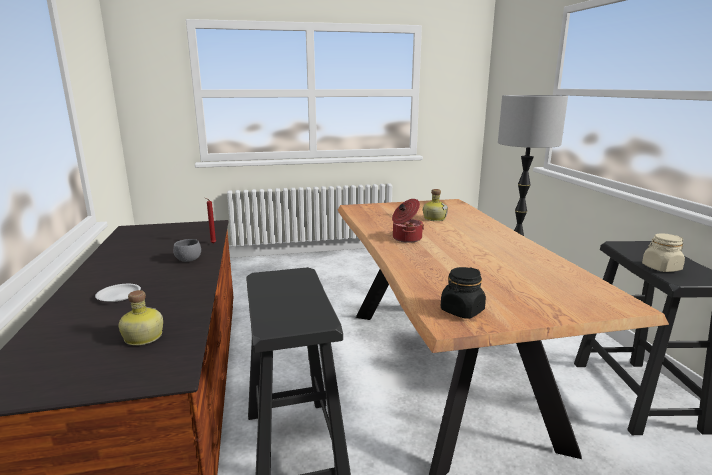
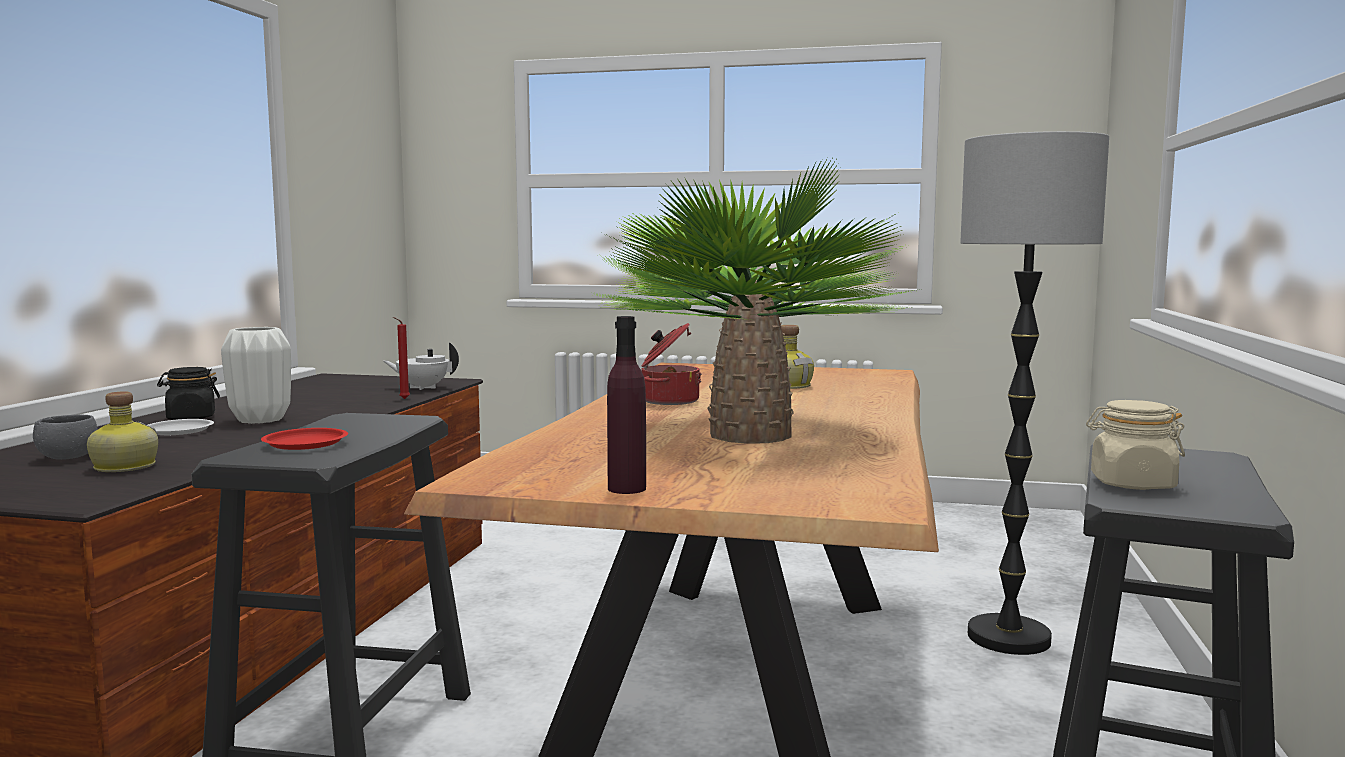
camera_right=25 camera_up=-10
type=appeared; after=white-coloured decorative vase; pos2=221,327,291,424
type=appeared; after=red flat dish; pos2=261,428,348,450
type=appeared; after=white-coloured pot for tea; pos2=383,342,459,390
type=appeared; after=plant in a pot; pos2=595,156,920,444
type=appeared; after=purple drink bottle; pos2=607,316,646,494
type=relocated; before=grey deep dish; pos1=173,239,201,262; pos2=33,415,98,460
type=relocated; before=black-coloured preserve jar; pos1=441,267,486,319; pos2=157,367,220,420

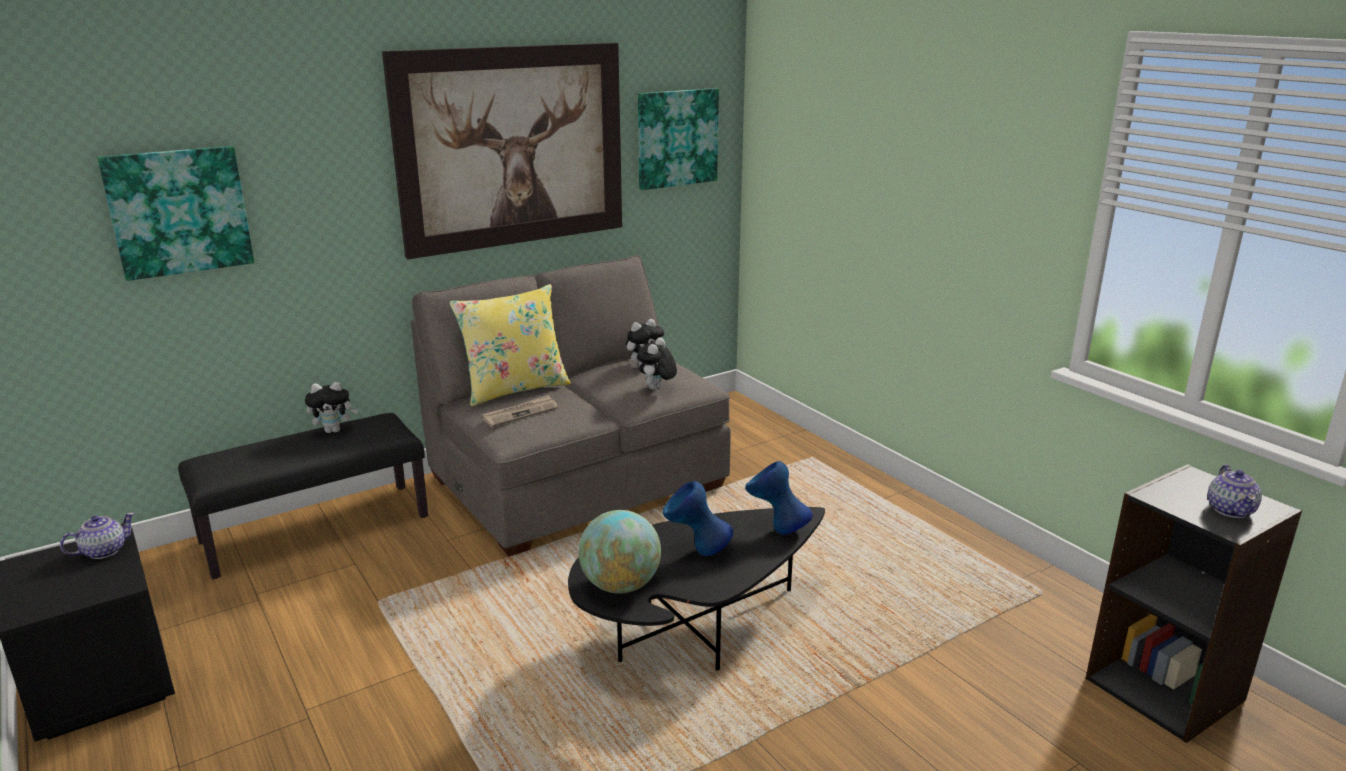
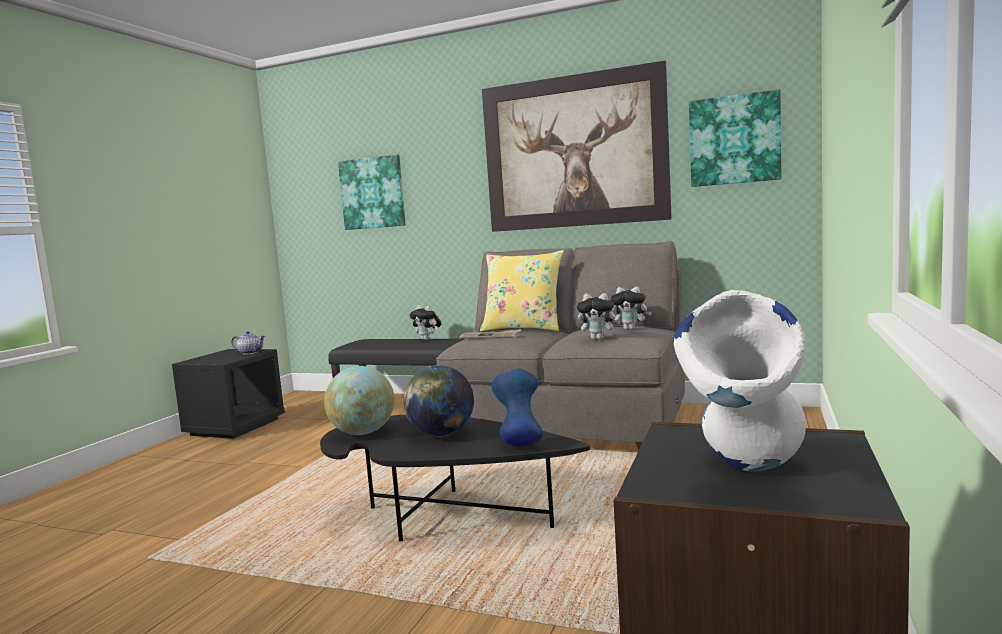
camera_right=55 camera_up=-15
type=exchanged; before=blue-coloured decorative vase; after=world globe; pos1=663,481,733,556; pos2=404,365,474,437
type=exchanged; before=pot for tea; after=white-coloured decorative vase; pos1=1208,465,1262,518; pos2=674,290,806,471
type=spun; before=cuddly toy; pos1=637,337,677,390; pos2=577,293,621,340; turn=-150

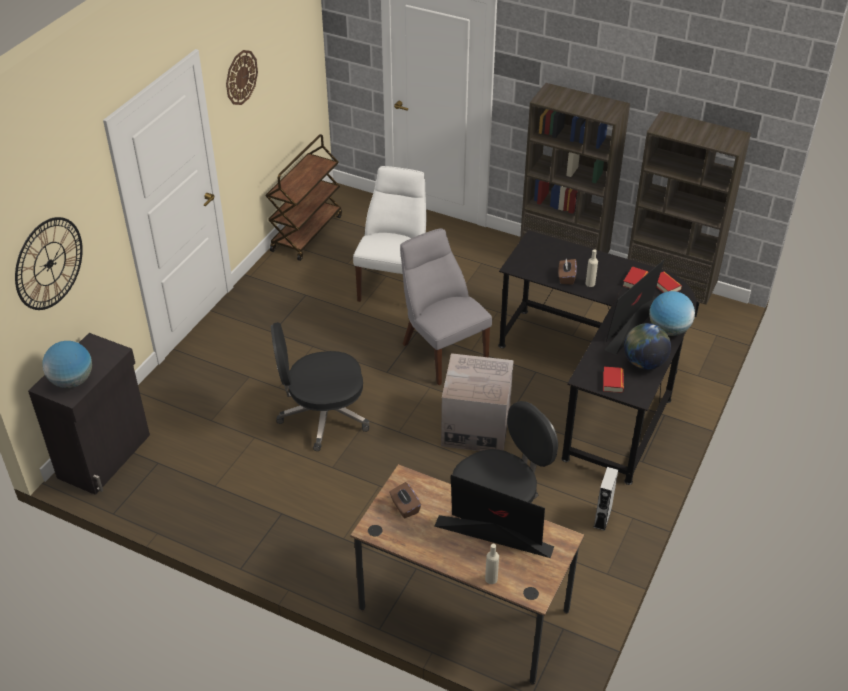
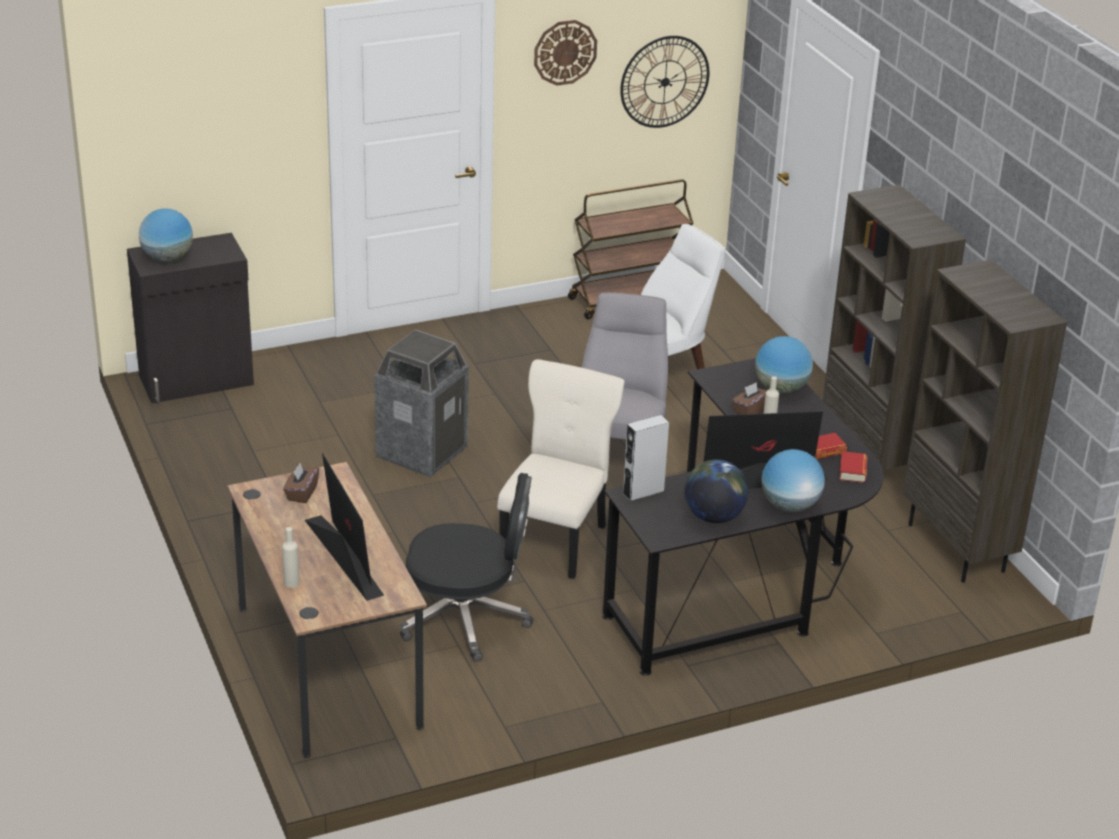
camera_right=40 camera_up=-10
type=missing; before=volume; pos1=603,367,624,393
type=appeared; after=world globe; pos2=755,336,813,394
type=relocated; before=hanging clock; pos1=15,217,83,310; pos2=620,36,709,128
type=relocated; before=grey speaker; pos1=594,467,618,531; pos2=622,415,669,502
type=exchanged; before=black-coloured computer chair; after=rubbish bin; pos1=271,322,369,451; pos2=374,329,469,478
type=exchanged; before=carton; after=beige-coloured chair; pos1=441,353,514,451; pos2=497,359,625,579

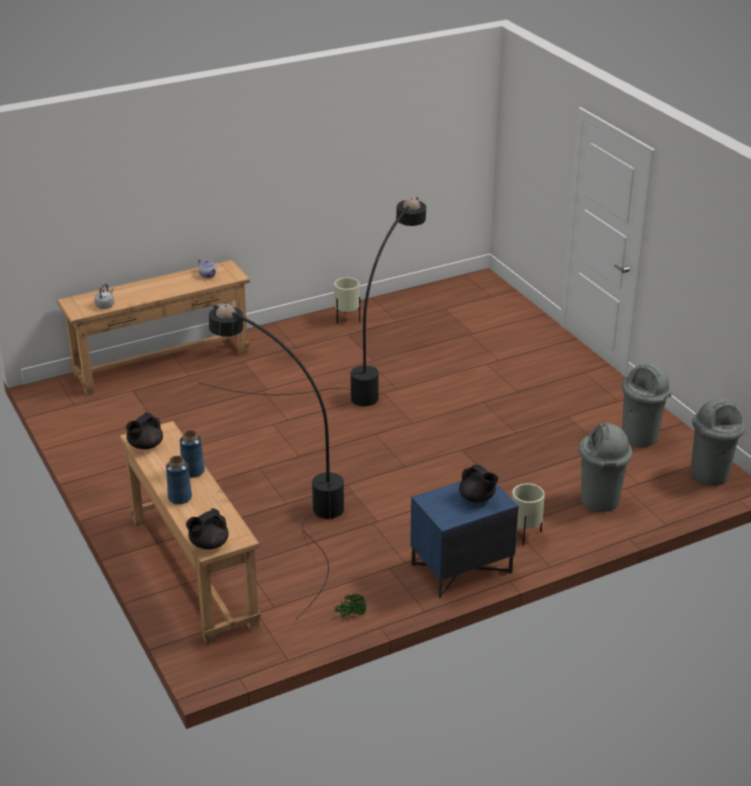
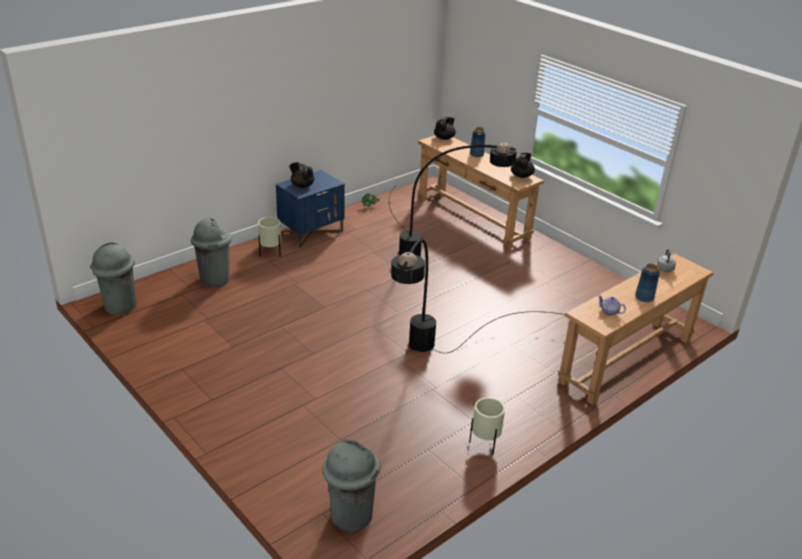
camera_right=165 camera_up=0
type=relocated; before=blue-coloured decorative vase; pos1=180,430,205,478; pos2=635,264,660,302
type=relocated; before=grey rubbish bin; pos1=622,363,672,447; pos2=323,440,380,531

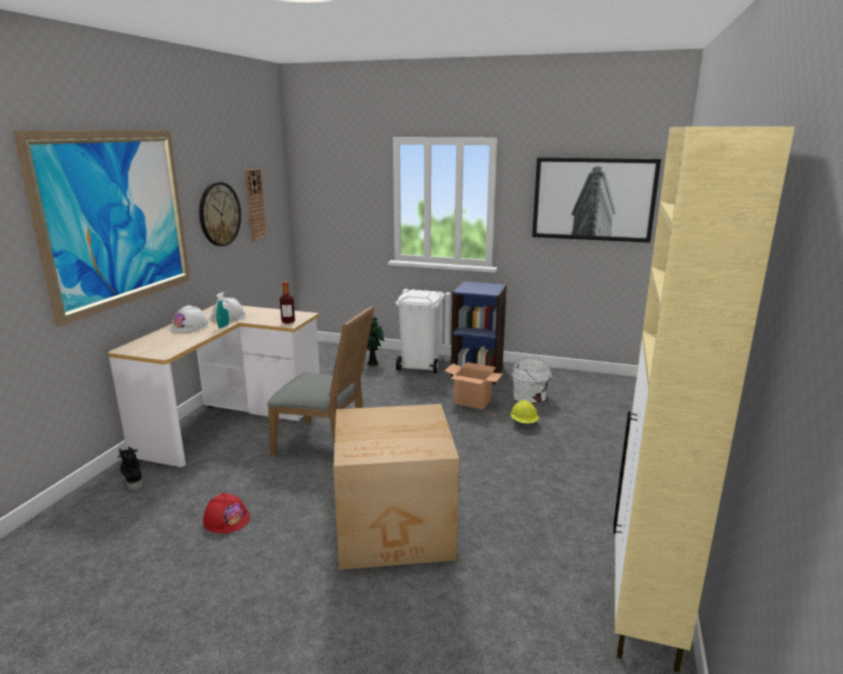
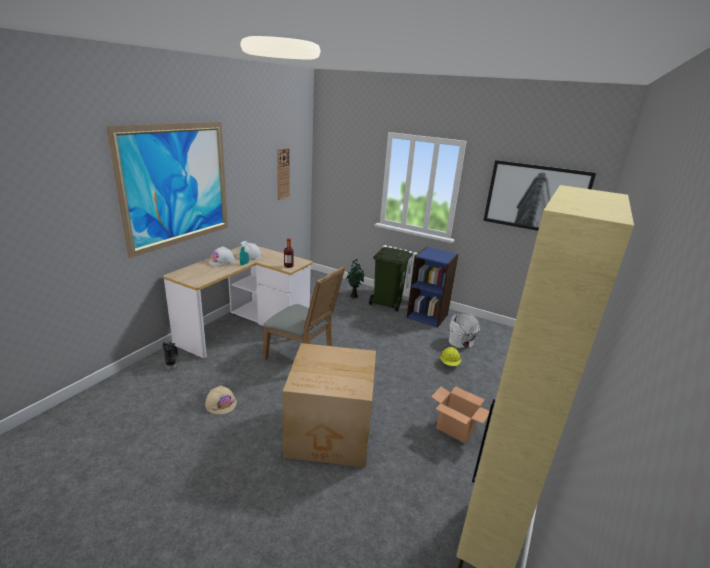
camera_right=10 camera_up=5
type=missing; before=hanging clock; pos1=199,182,241,246
type=relocated; before=carton; pos1=445,362,503,410; pos2=431,386,489,443
type=colour; before=red safety helmet; after=beige-coloured safety helmet; pos1=203,492,250,533; pos2=205,385,237,414
type=colour; before=white-coloured rubbish bin; after=greenish rubbish bin; pos1=396,290,445,373; pos2=369,247,413,311

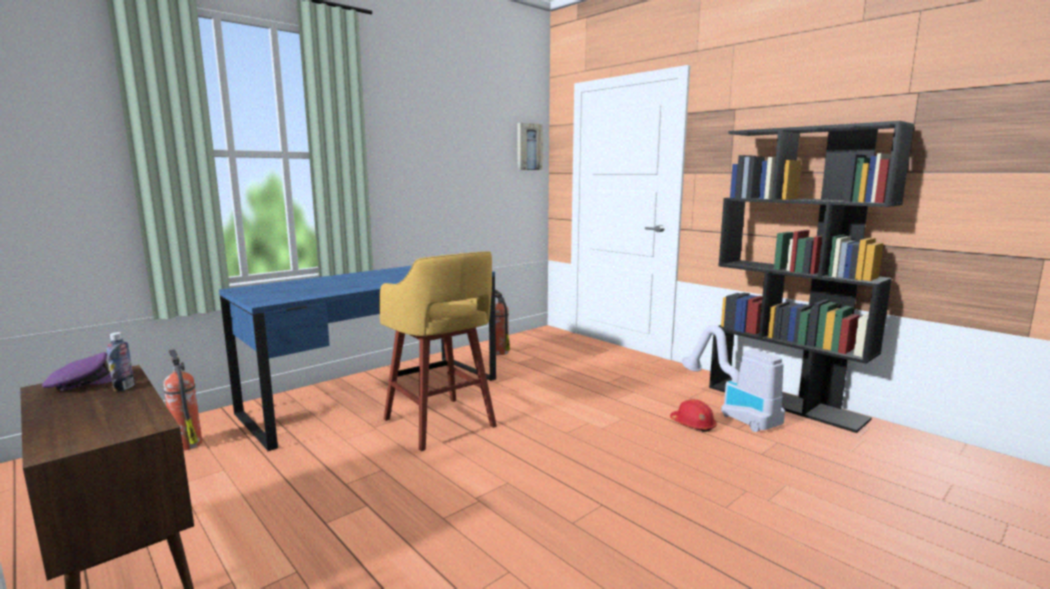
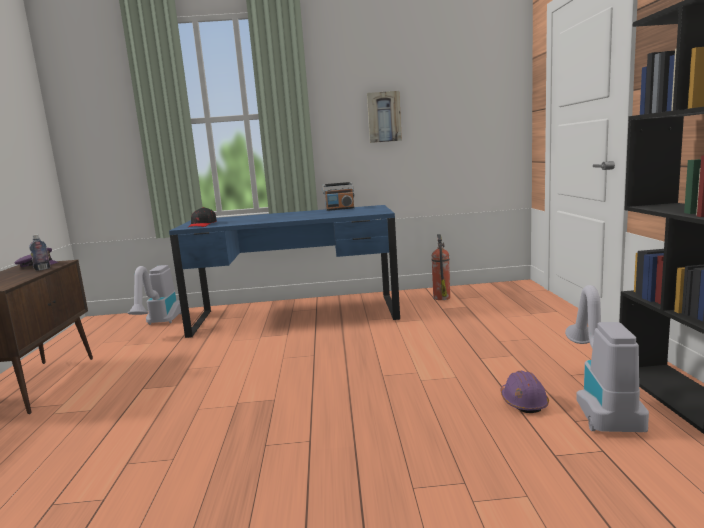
camera_right=40 camera_up=0
type=missing; before=yellow-coloured sitting stool; pos1=379,251,497,451
type=appeared; after=black-coloured cap; pos2=187,207,217,228
type=appeared; after=radio set; pos2=322,182,354,211
type=relocated; before=picture; pos1=518,123,543,170; pos2=367,91,402,143
type=exchanged; before=fire-fighting cylinder; after=vacuum cleaner; pos1=163,349,202,450; pos2=128,265,182,325
type=colour; before=red safety helmet; after=purple safety helmet; pos1=670,399,717,432; pos2=500,371,549,413

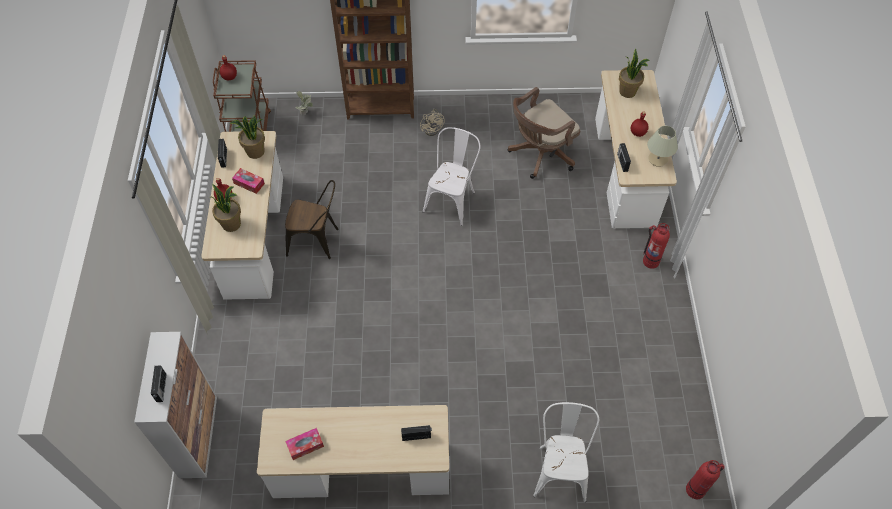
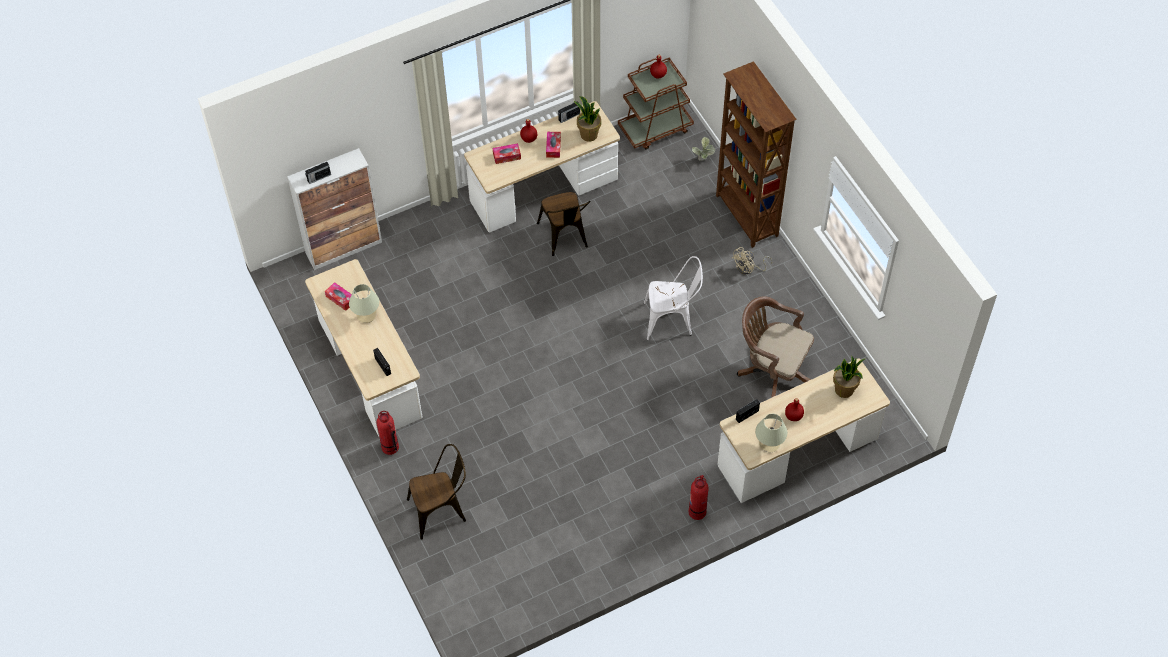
camera_right=65 camera_up=0
type=appeared; after=beige-coloured lamp for a table; pos2=349,284,380,323
type=relocated; before=fire-fighting cylinder; pos1=686,460,725,499; pos2=376,411,399,455
type=exchanged; before=plant in a pot; after=box of tissues; pos1=209,183,241,232; pos2=493,143,521,164
type=colour; before=white-coloured chair; after=brown-coloured chair; pos1=533,402,599,502; pos2=407,444,466,540

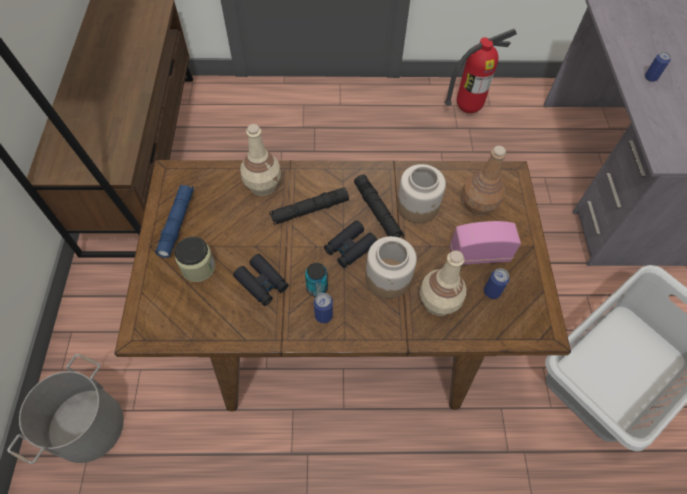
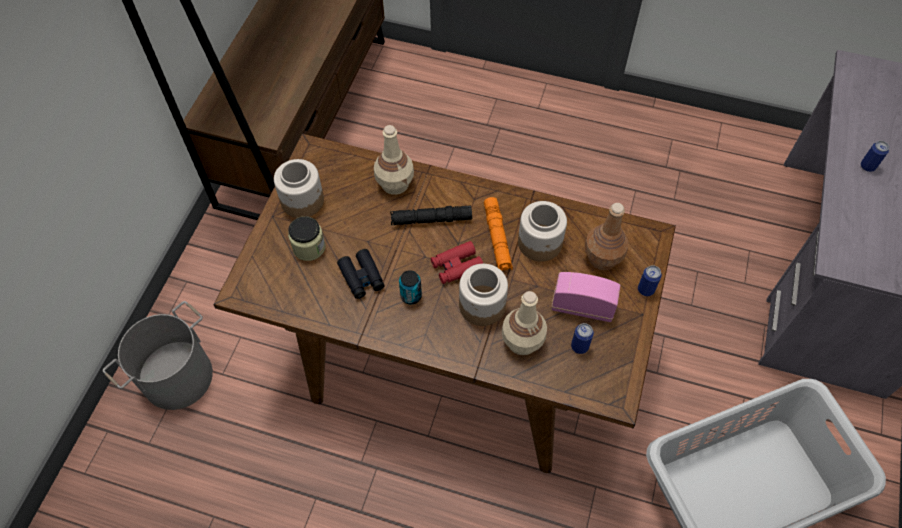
camera_right=20 camera_up=0
type=missing; before=fire-fighting cylinder; pos1=445,29,517,113
type=relocated; before=metal can; pos1=314,293,333,323; pos2=638,265,662,296
type=exchanged; before=blue-coloured hand torch; after=preserve jar; pos1=156,184,194,258; pos2=274,159,324,218
type=colour; before=black-coloured pair of binoculars; after=red pair of binoculars; pos1=324,220,377,268; pos2=431,241,483,284
type=colour; before=black-coloured hand torch; after=orange hand torch; pos1=354,174,404,238; pos2=484,197,513,271

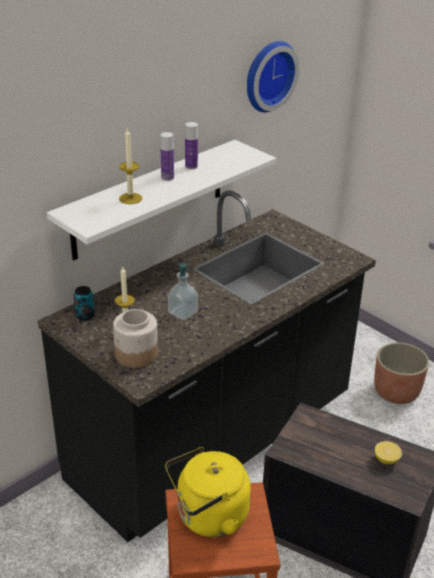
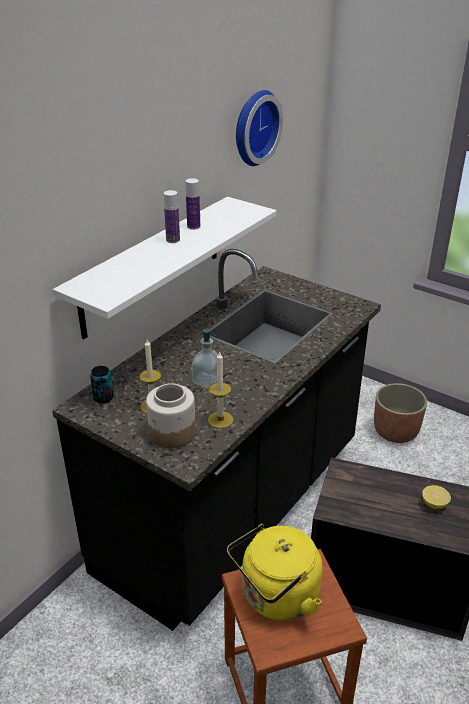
camera_right=-10 camera_up=0
type=relocated; before=candle; pos1=119,128,142,204; pos2=208,351,233,429

